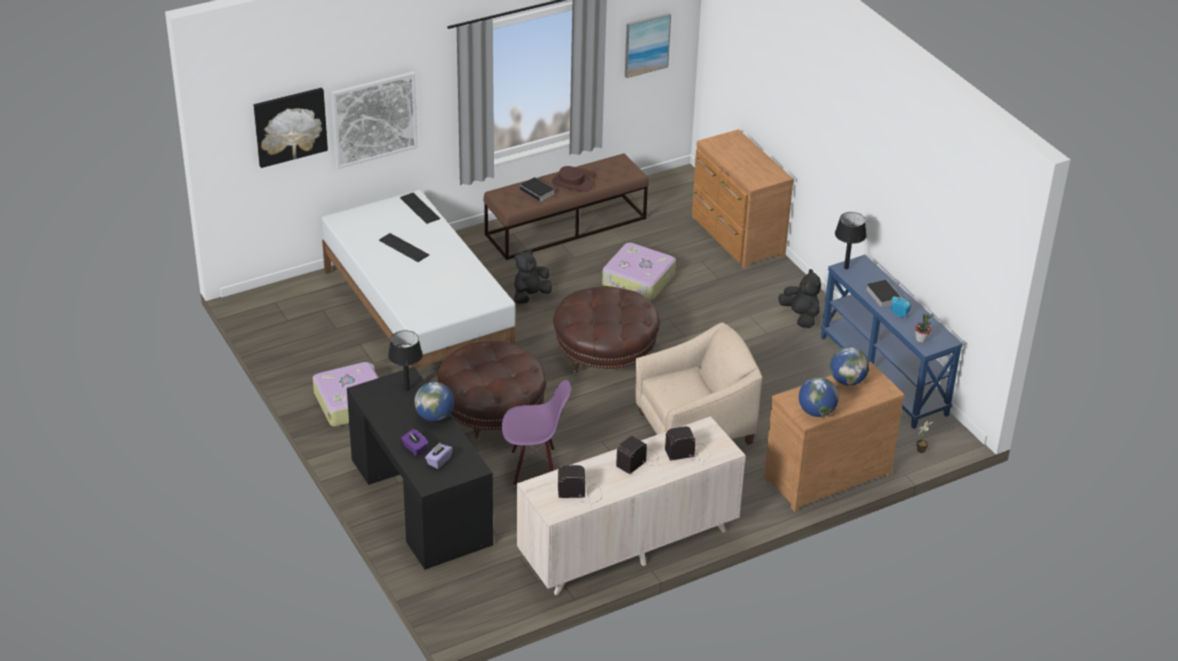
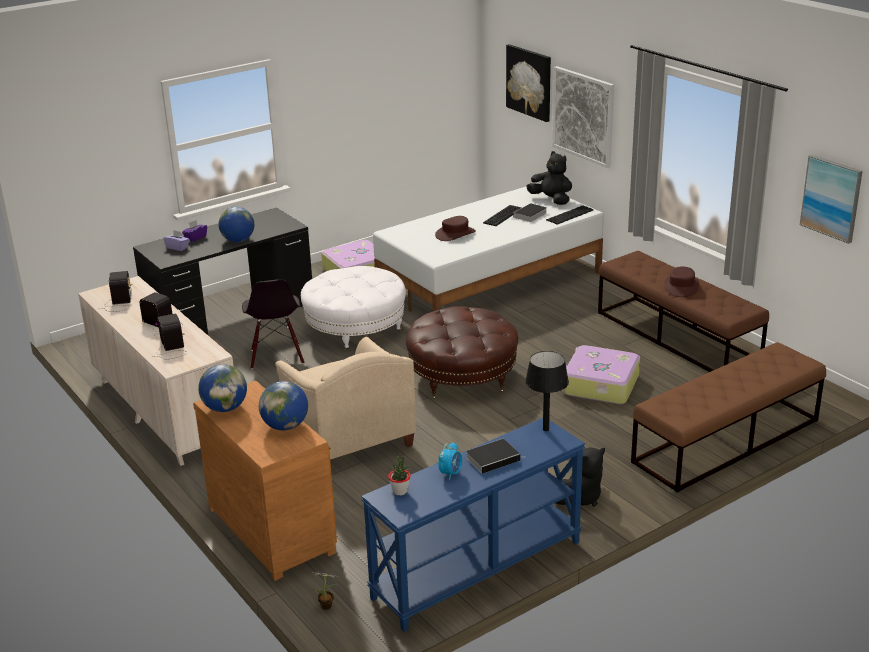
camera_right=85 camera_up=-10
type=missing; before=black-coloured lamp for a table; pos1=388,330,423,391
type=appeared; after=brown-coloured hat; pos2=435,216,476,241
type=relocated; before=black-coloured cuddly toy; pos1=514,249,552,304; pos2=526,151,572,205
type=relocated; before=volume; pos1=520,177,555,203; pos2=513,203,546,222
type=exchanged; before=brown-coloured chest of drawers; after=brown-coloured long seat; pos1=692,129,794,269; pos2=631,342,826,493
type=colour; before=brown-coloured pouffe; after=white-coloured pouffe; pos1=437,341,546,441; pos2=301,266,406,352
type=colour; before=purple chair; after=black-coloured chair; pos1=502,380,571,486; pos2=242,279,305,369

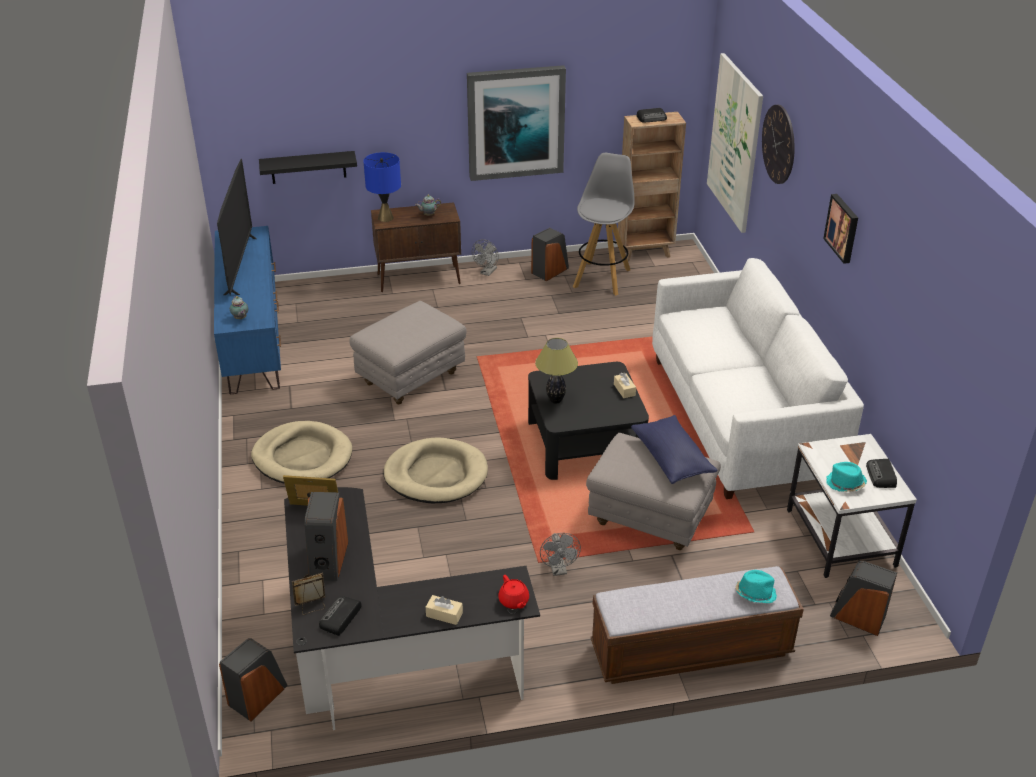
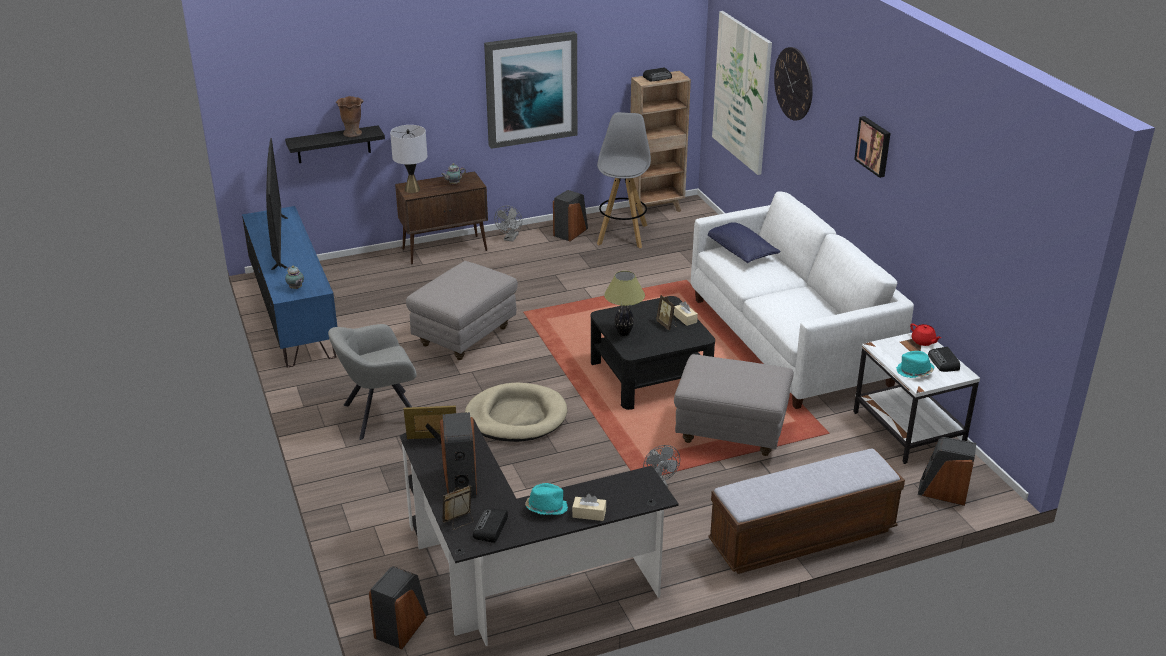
camera_right=-10 camera_up=-5
type=appeared; after=brown-coloured decorative vase; pos2=336,96,364,137
type=appeared; after=photo frame; pos2=656,295,677,330
type=relocated; before=red pot for tea; pos1=498,575,529,609; pos2=910,323,941,346
type=relocated; before=blue-coloured cushion; pos1=631,415,718,484; pos2=708,222,781,263
type=relocated; before=turquoise hat; pos1=735,570,777,603; pos2=525,483,568,515
type=exchanged; before=beige-coloured dog bed; after=grey lounge chair; pos1=251,421,352,484; pos2=328,324,417,440
type=colour; before=blue-coloured lamp for a table; after=grey lamp for a table; pos1=363,152,401,222; pos2=390,125,427,193

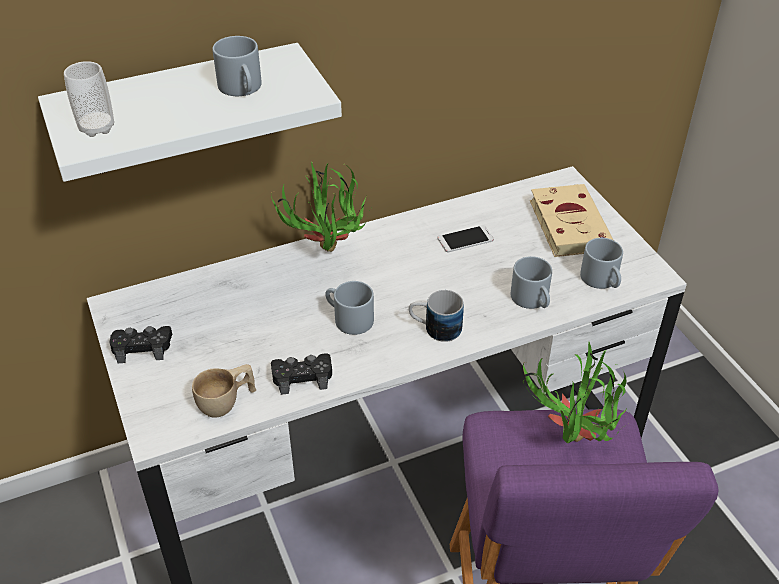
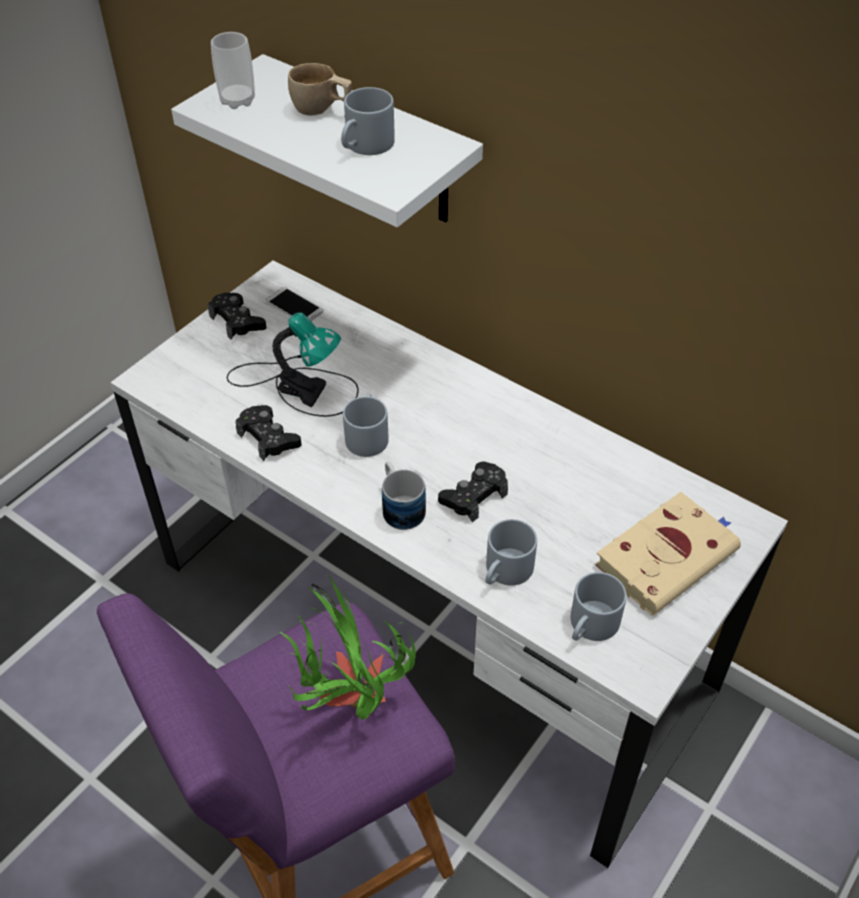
camera_right=60 camera_up=5
type=missing; before=plant in a pot; pos1=271,162,374,252
type=appeared; after=lamp for a table; pos2=227,312,359,417
type=appeared; after=black-coloured gamepad; pos2=438,462,508,522
type=relocated; before=beige-coloured drinking cup; pos1=192,364,256,417; pos2=288,63,352,117
type=relocated; before=handset; pos1=437,225,494,252; pos2=266,287,323,321

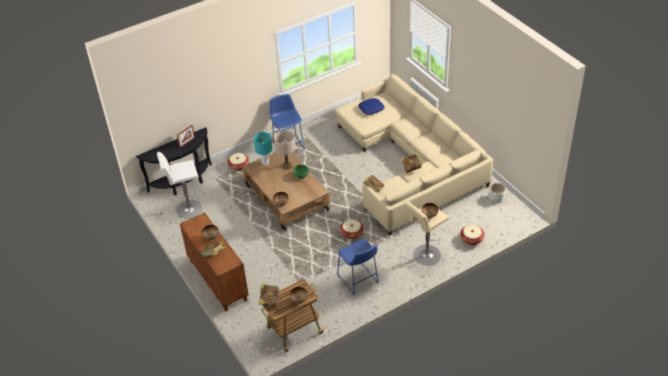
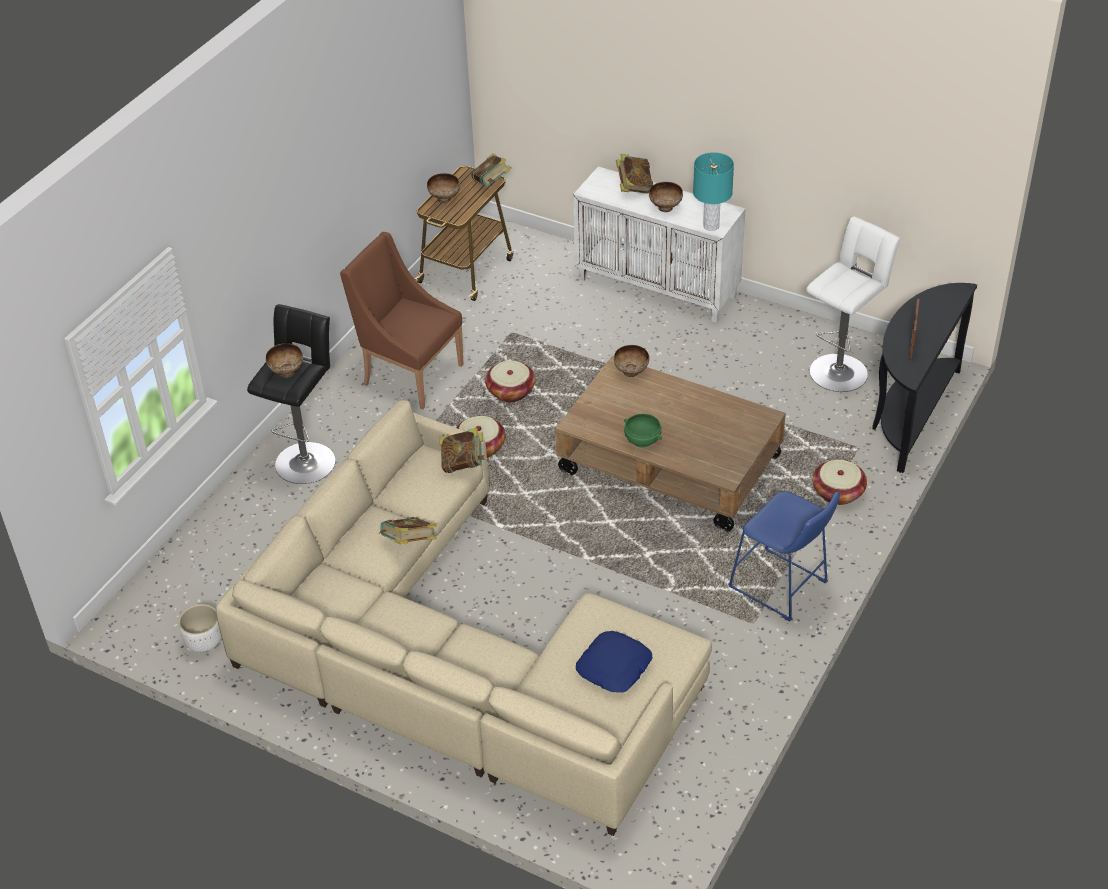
camera_right=150 camera_up=0
type=missing; before=beige-coloured lamp for a table; pos1=274,130,296,169
type=relocated; before=turquoise lamp for a table; pos1=253,132,272,165; pos2=693,152,734,231
type=relocated; before=storage basket; pos1=460,225,484,245; pos2=485,360,535,402
type=exchanged; before=blue-coloured sitting stool; after=brown-coloured lounge chair; pos1=337,239,379,295; pos2=340,232,464,409
type=colour; before=brown-coloured cabinet; after=white-coloured cabinet; pos1=180,212,249,312; pos2=573,166,746,323
type=colour; before=beige-coloured sitting stool; after=black-coloured sitting stool; pos1=405,201,449,266; pos2=247,304,335,484

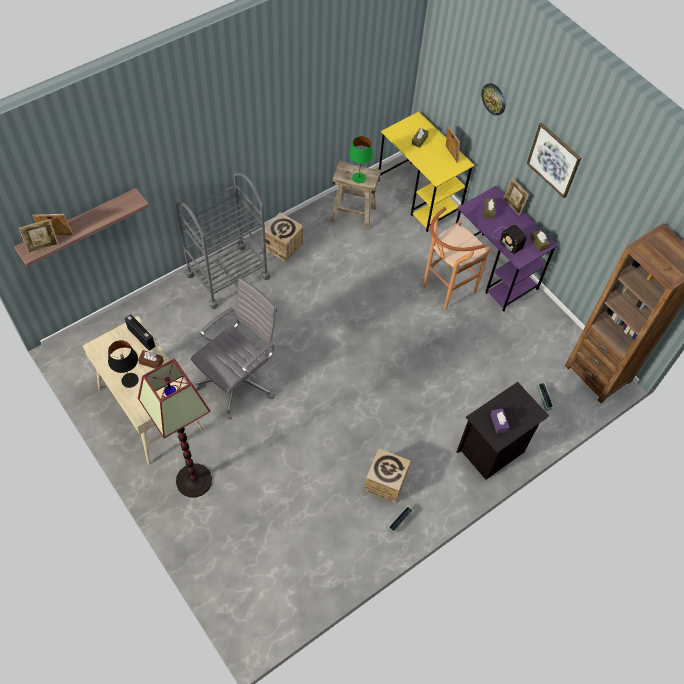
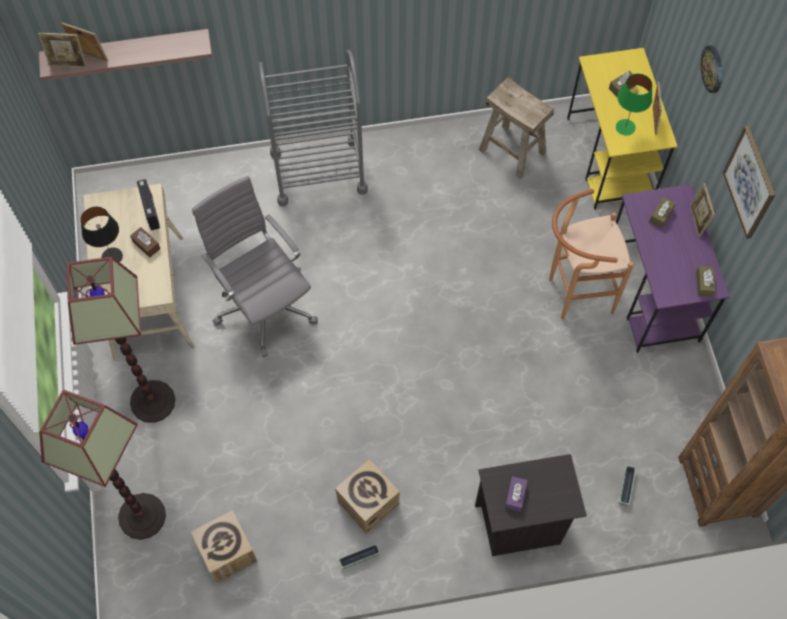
camera_right=30 camera_up=5
type=missing; before=radio set; pos1=493,224,527,255
type=appeared; after=standing lamp; pos2=39,389,166,540
type=relocated; before=carton; pos1=265,212,304,262; pos2=191,510,258,583
type=relocated; before=greenish lamp for a table; pos1=349,136,373,183; pos2=616,73,653,136
type=spun; before=grey computer chair; pos1=191,278,277,419; pos2=192,176,318,357; turn=-105

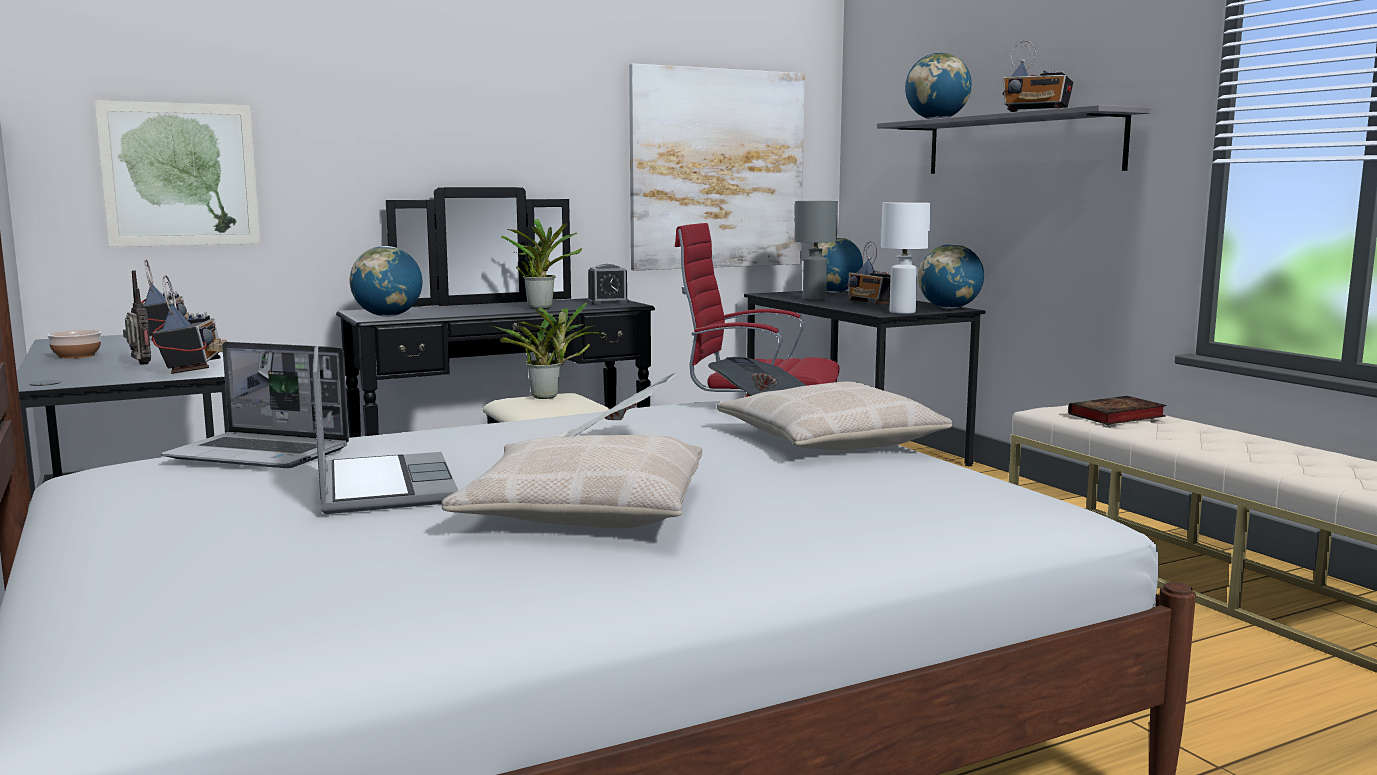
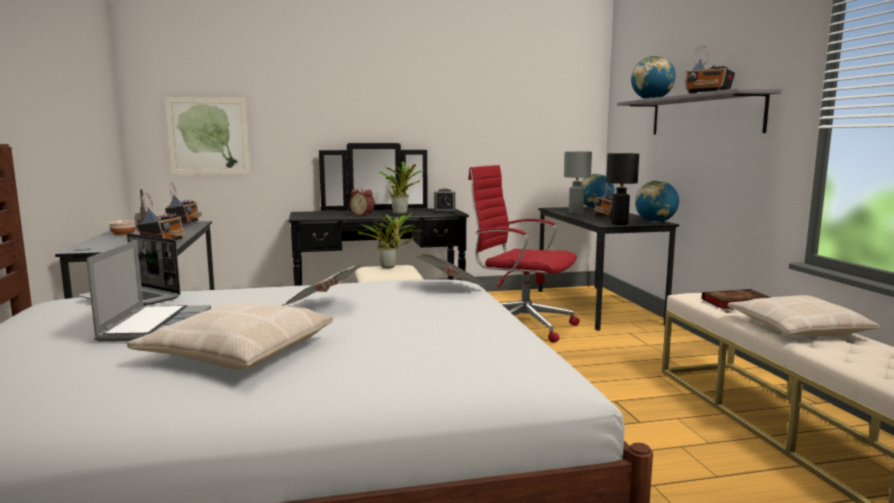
camera_right=15 camera_up=0
type=missing; before=world globe; pos1=350,246,422,317
type=missing; before=picture; pos1=629,63,805,271
type=appeared; after=bedside clock; pos2=349,189,375,216
type=relocated; before=beige-coloured cushion; pos1=717,382,952,450; pos2=728,295,880,336
type=colour; before=white-coloured lamp for a table; after=black-coloured lamp for a table; pos1=881,202,931,314; pos2=606,153,639,225

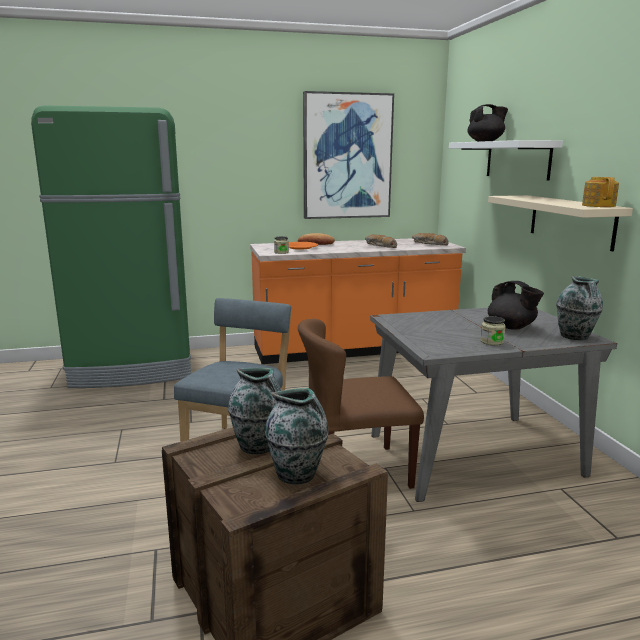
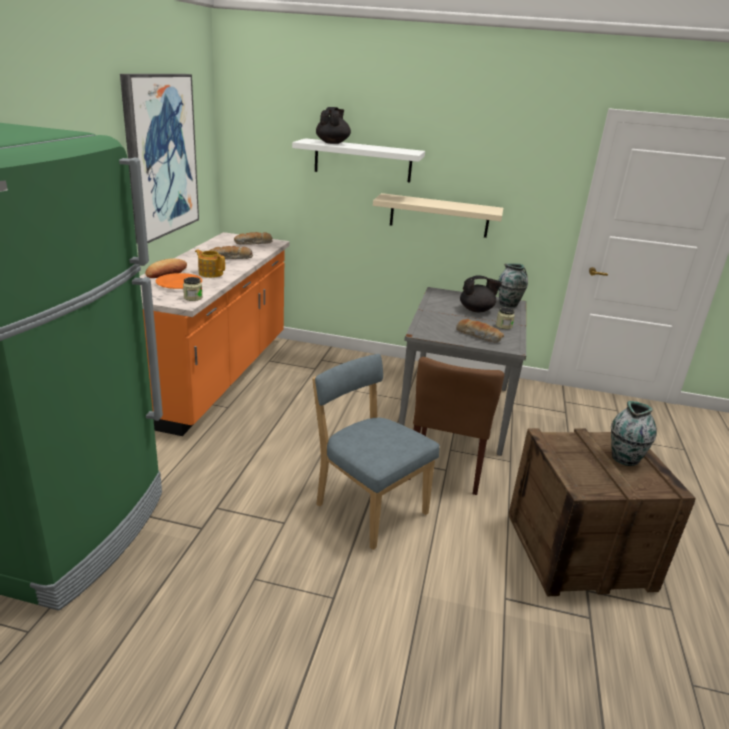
camera_right=-65 camera_up=10
type=missing; before=decorative vase; pos1=228,368,282,455
type=appeared; after=bread; pos2=456,319,504,343
type=relocated; before=pot for tea; pos1=582,177,619,207; pos2=195,250,225,278

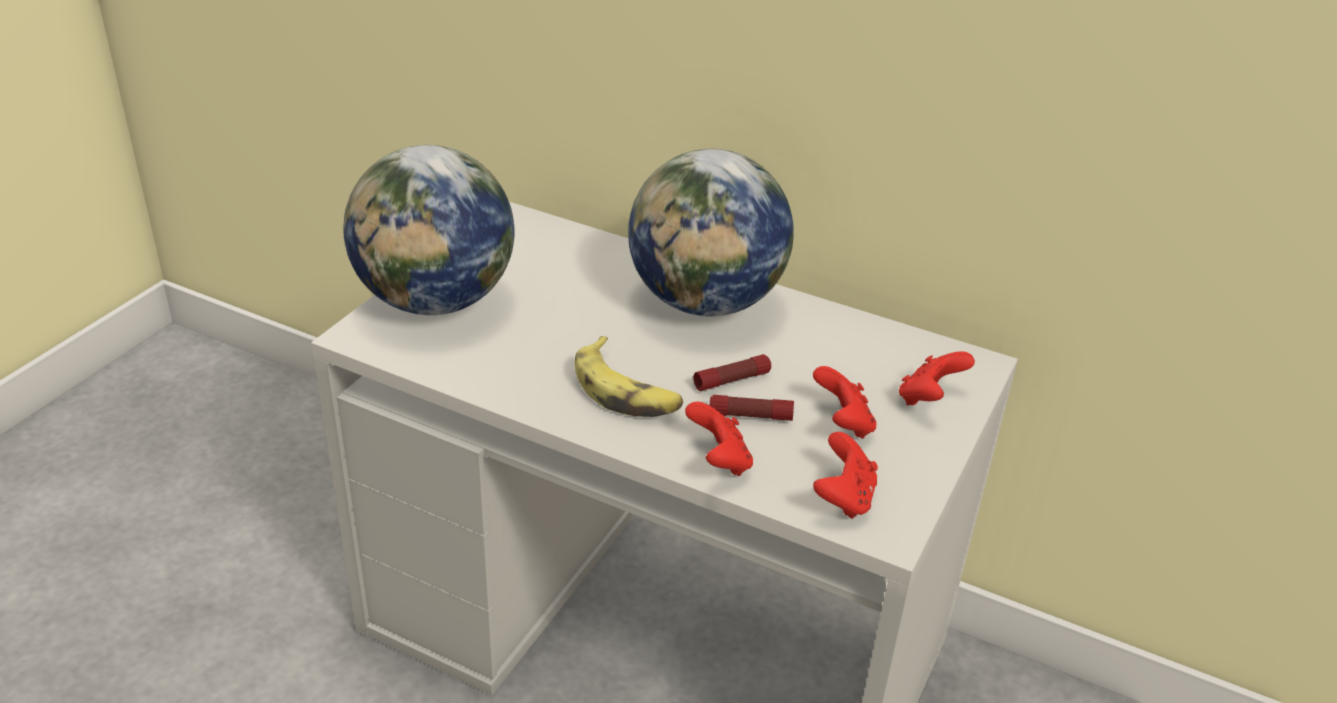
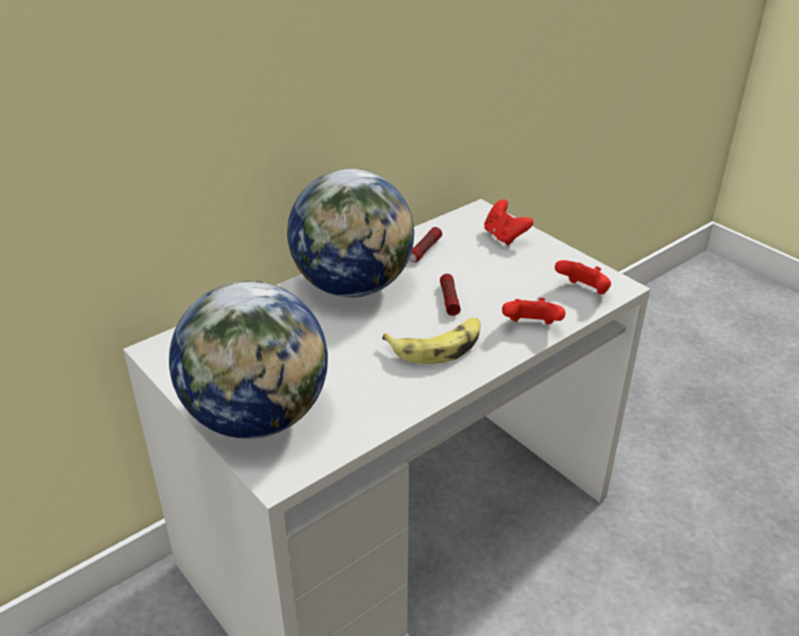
camera_right=-65 camera_up=0
type=missing; before=red gamepad; pos1=813,366,876,439
type=relocated; before=hand torch; pos1=709,395,794,421; pos2=409,227,442,262

